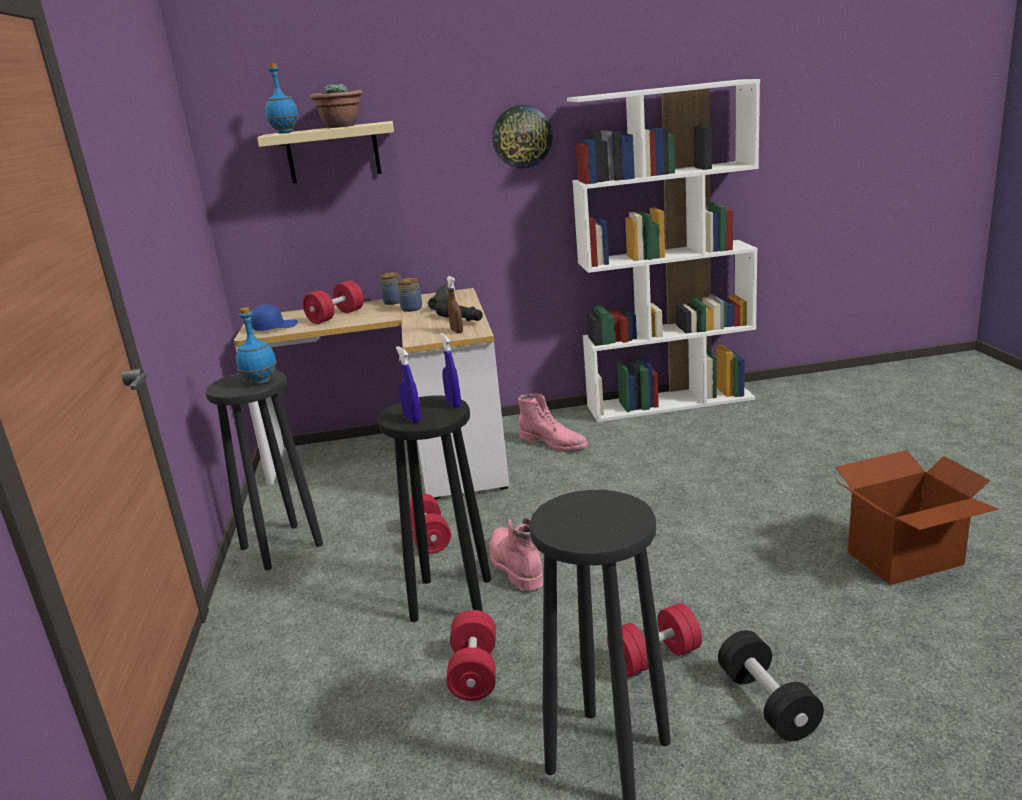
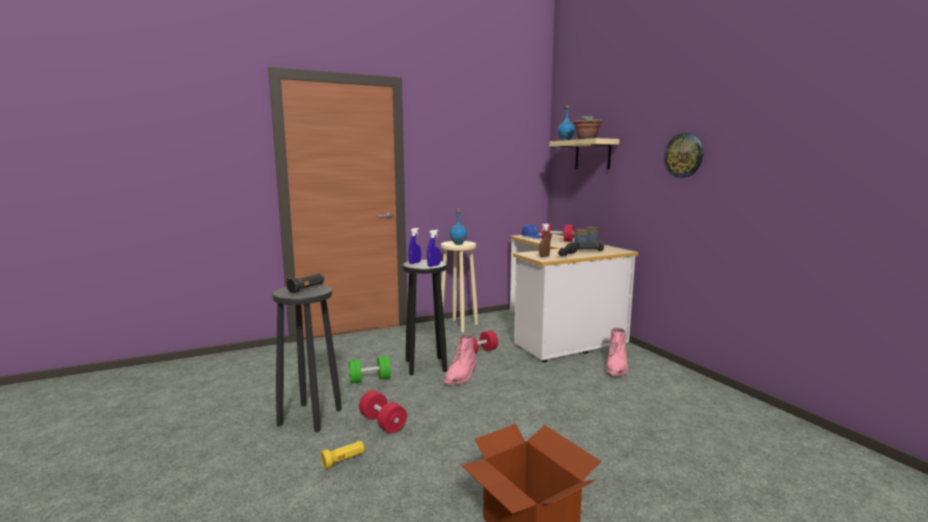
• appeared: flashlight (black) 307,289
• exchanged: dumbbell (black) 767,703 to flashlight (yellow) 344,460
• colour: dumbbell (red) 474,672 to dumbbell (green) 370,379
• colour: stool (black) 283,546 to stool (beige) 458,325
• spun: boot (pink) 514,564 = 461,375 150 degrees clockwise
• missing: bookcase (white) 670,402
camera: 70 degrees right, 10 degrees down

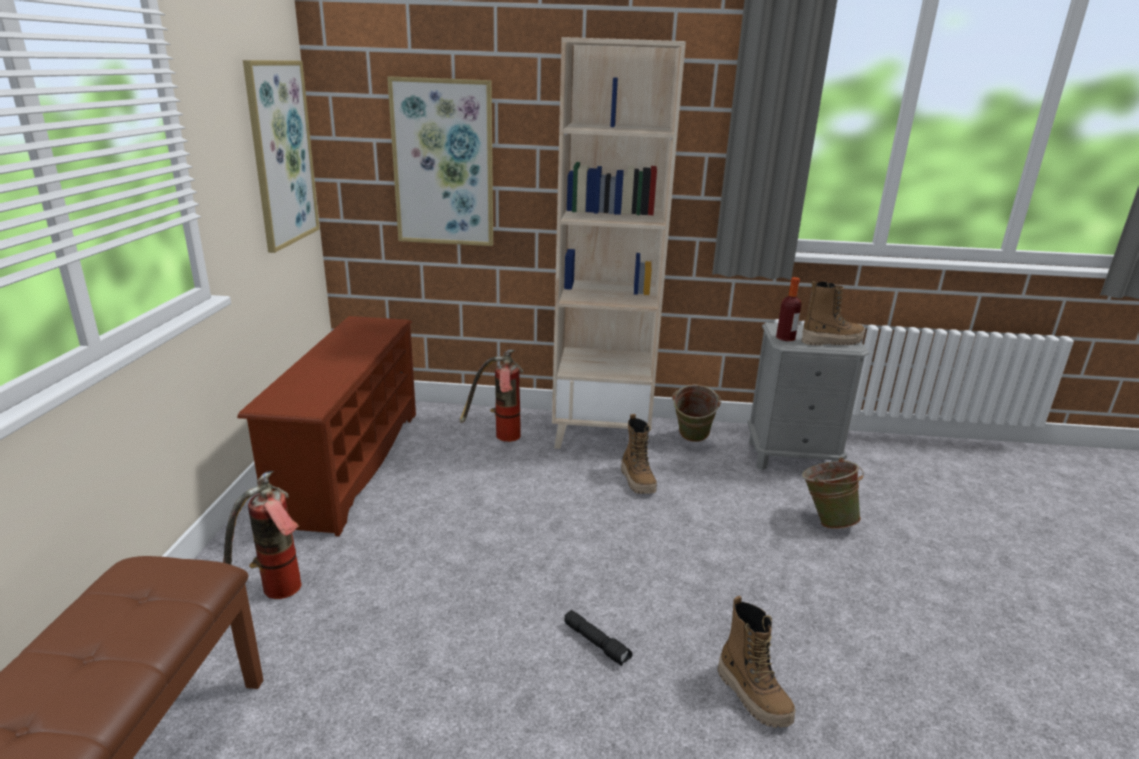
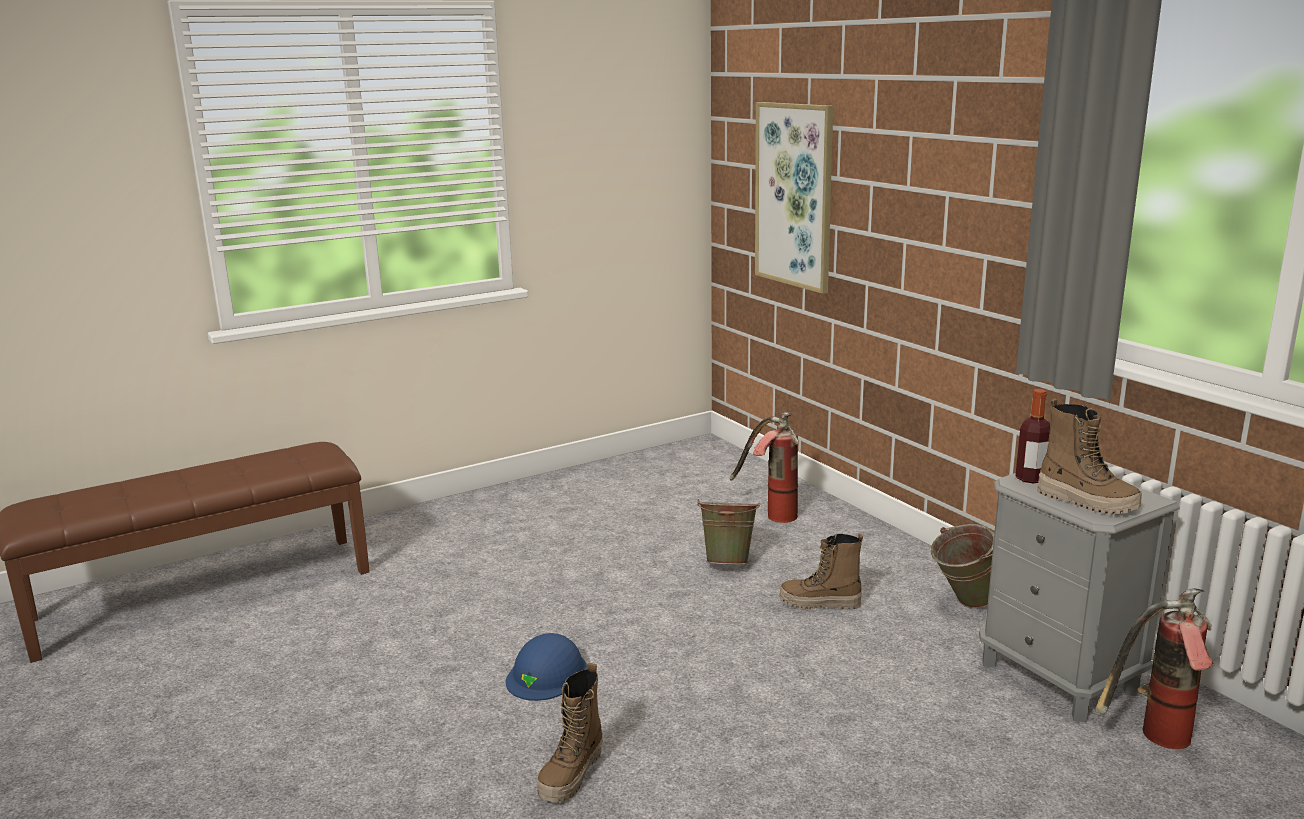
• exchanged: flashlight (black) 597,643 to hard hat (blue) 547,674
• relocated: bucket (green) 825,520 to 728,562
• spun: boot 637,481 = 820,604 60 degrees clockwise
• relocated: fire extinguisher 275,597 to 1154,741
• missing: shoe rack (brown) 349,463
• missing: picture 281,154
• missing: bookcase (beige) 602,433
camera: 55 degrees right, 5 degrees down

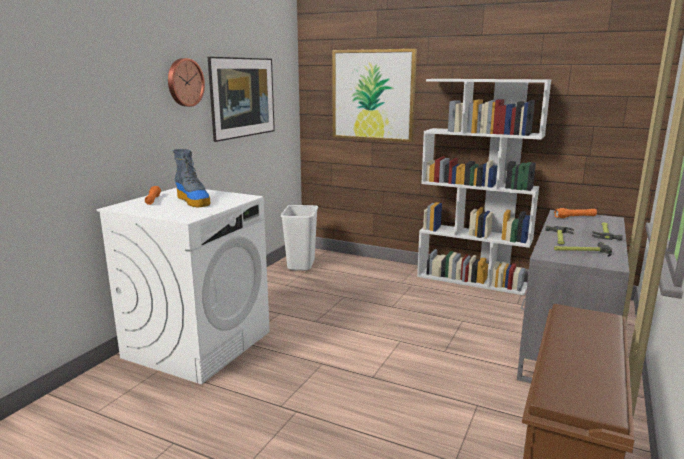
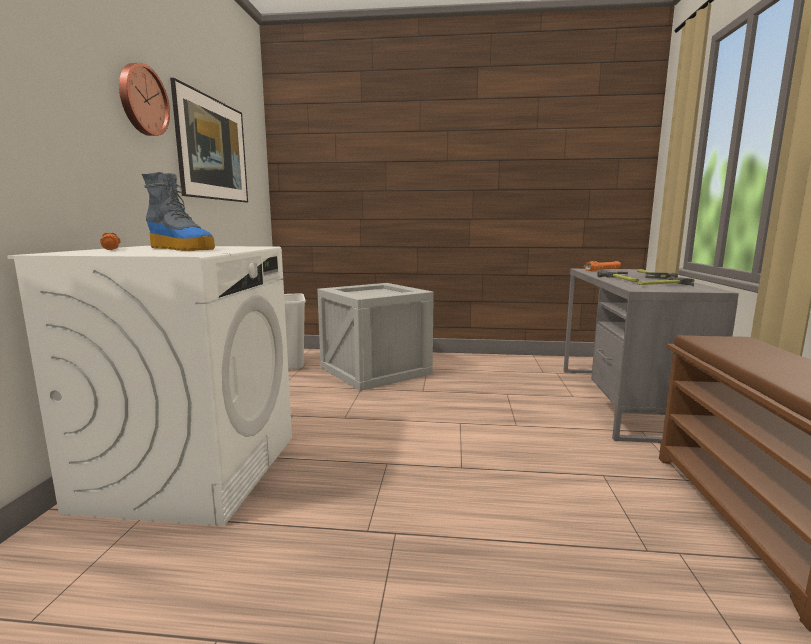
• appeared: crate 373,370
• missing: picture 373,95
• missing: bookcase (white) 472,280
camera: 20 degrees left, 5 degrees down

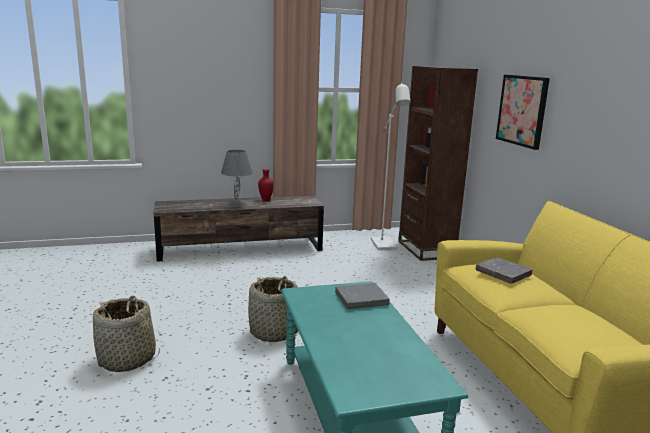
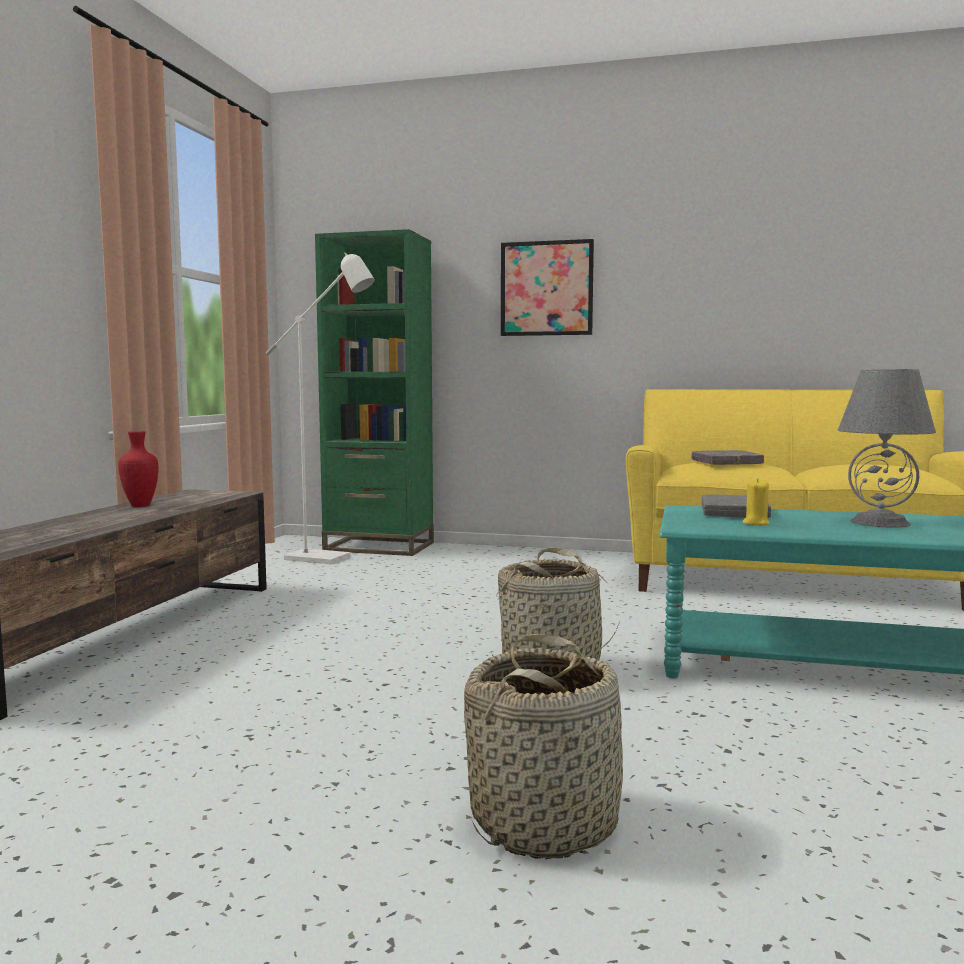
• colour: bookcase (brown) 426,249 to bookcase (green) 379,546
• appeared: candle (yellow) 755,523
• relocated: table lamp (grey) 237,204 to 880,522
camera: 60 degrees left, 10 degrees down

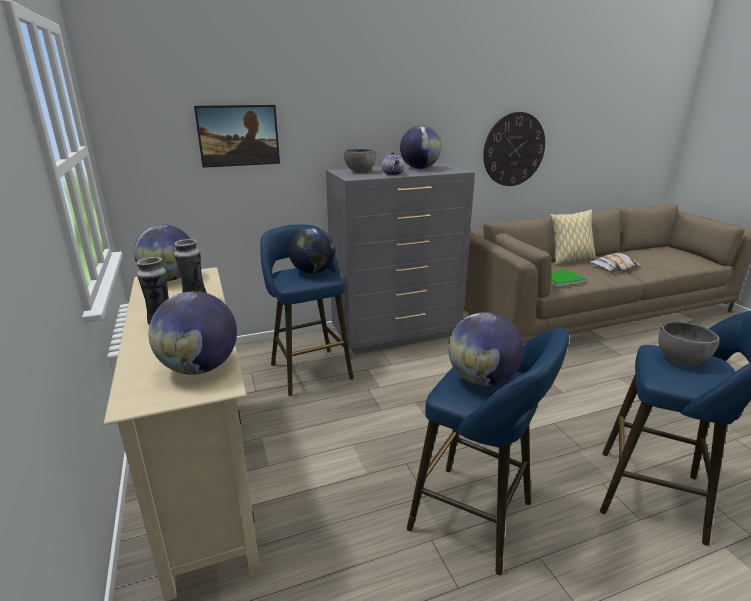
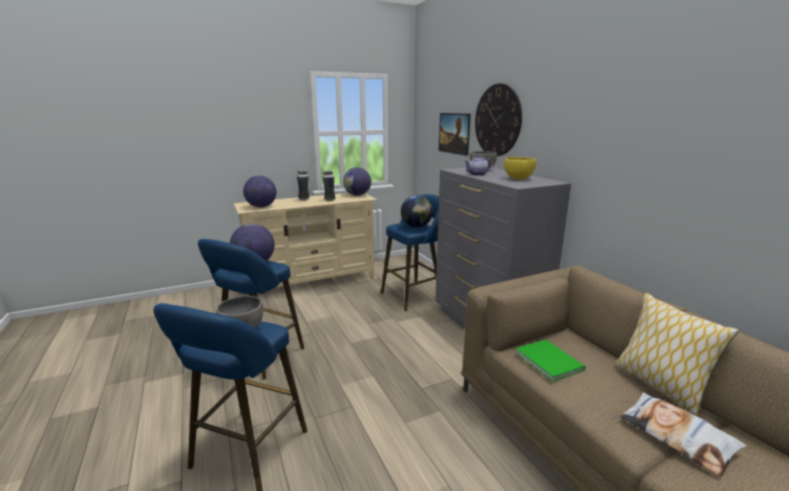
• relocated: wall clock 514,149 to 497,120
• exchanged: globe 420,168 to bowl (yellow) 519,178
camera: 85 degrees right, 5 degrees down

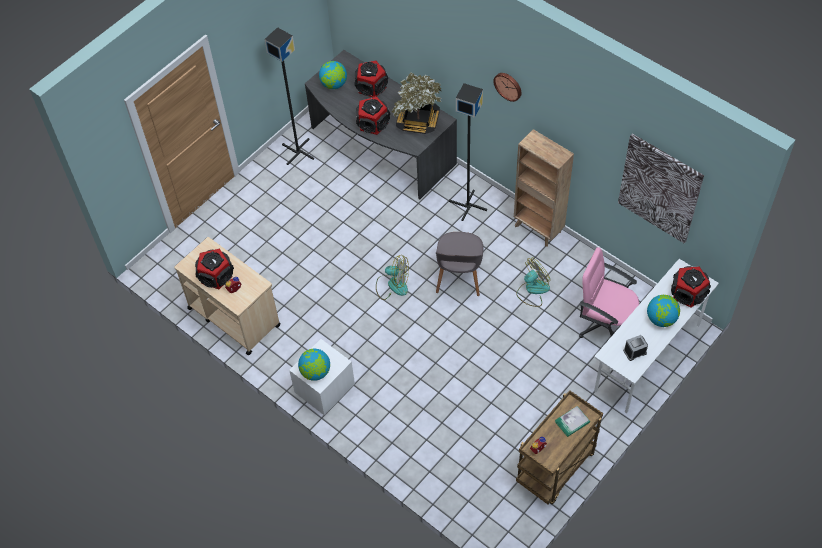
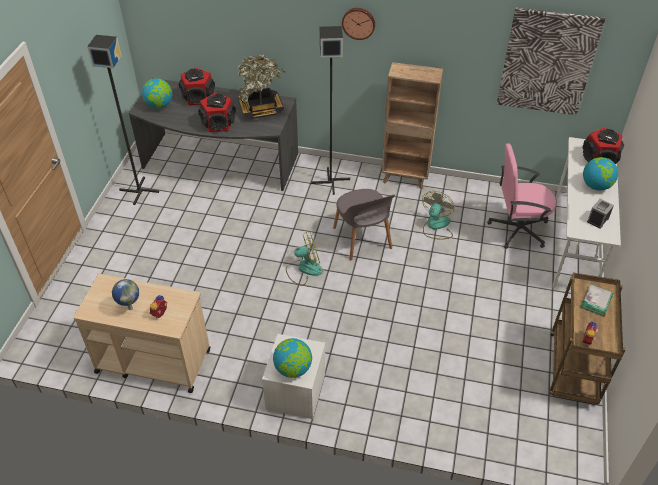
• exchanged: speaker 216,276 to globe 130,308
camera: 30 degrees left, 10 degrees down

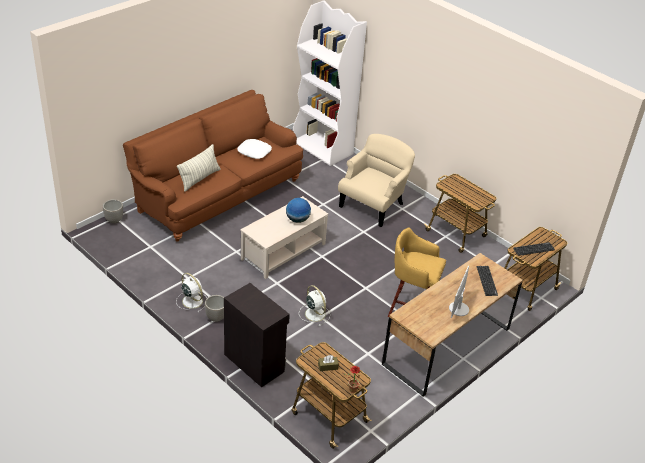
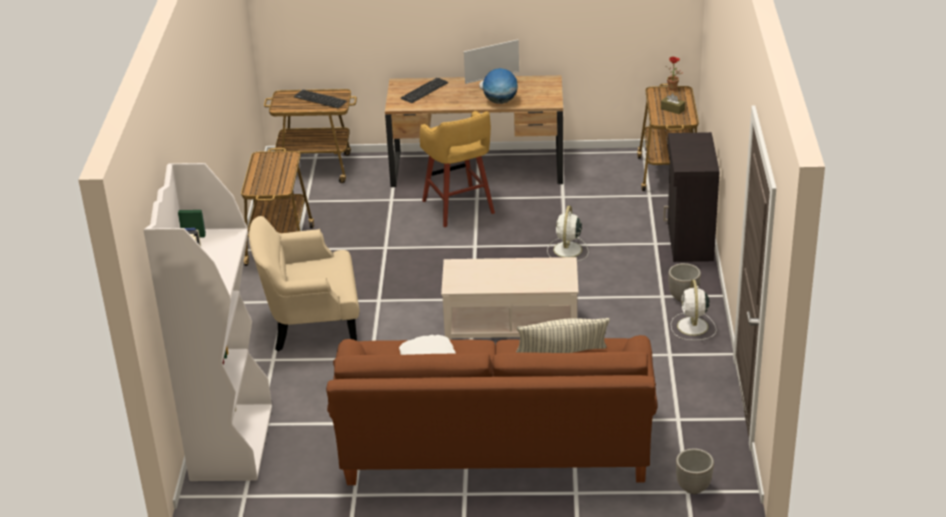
• relocated: globe 297,220 to 500,101
camera: 130 degrees left, 5 degrees down

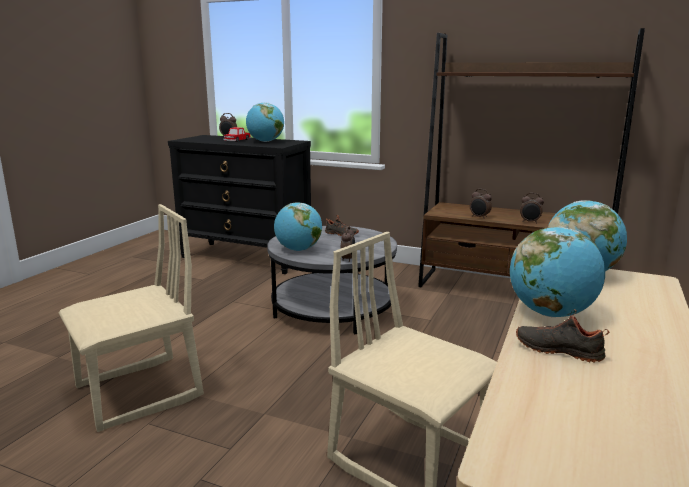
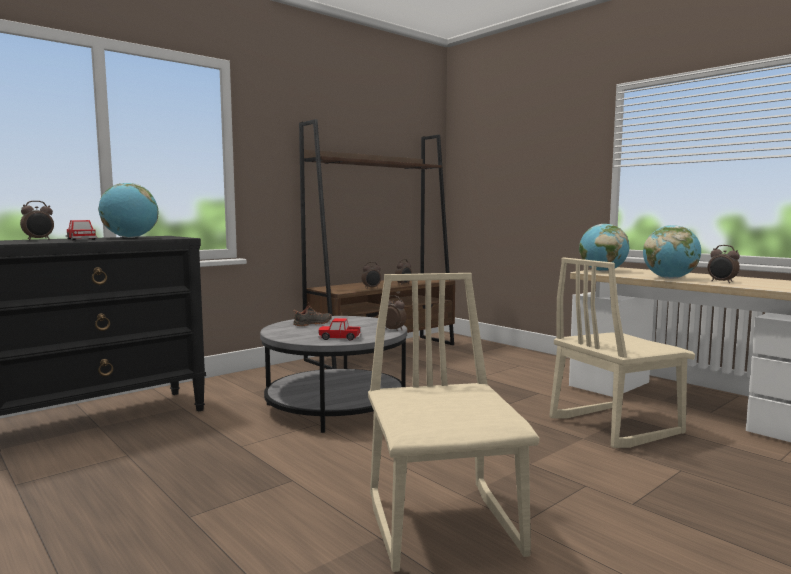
• exchanged: globe 298,250 to toy car 339,338
• exchanged: shoe (black) 558,349 to alarm clock 722,282
camera: 65 degrees left, 10 degrees down

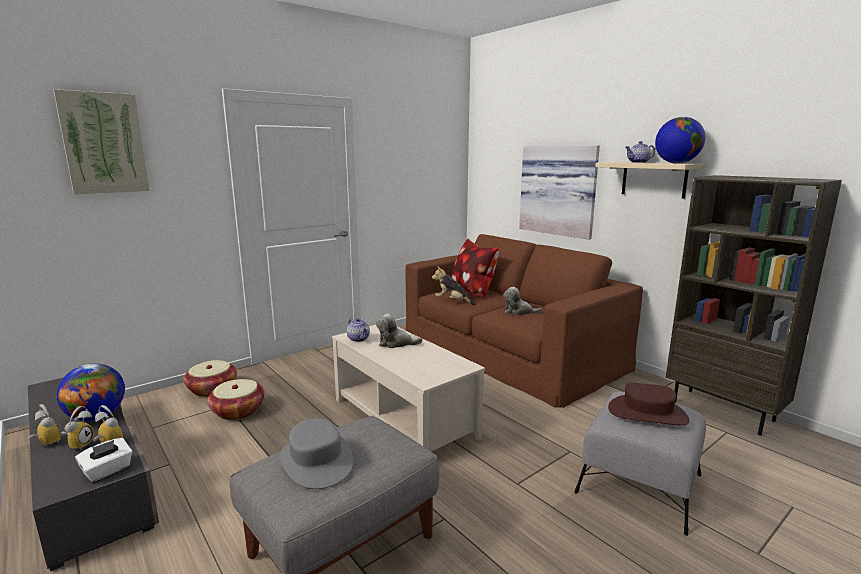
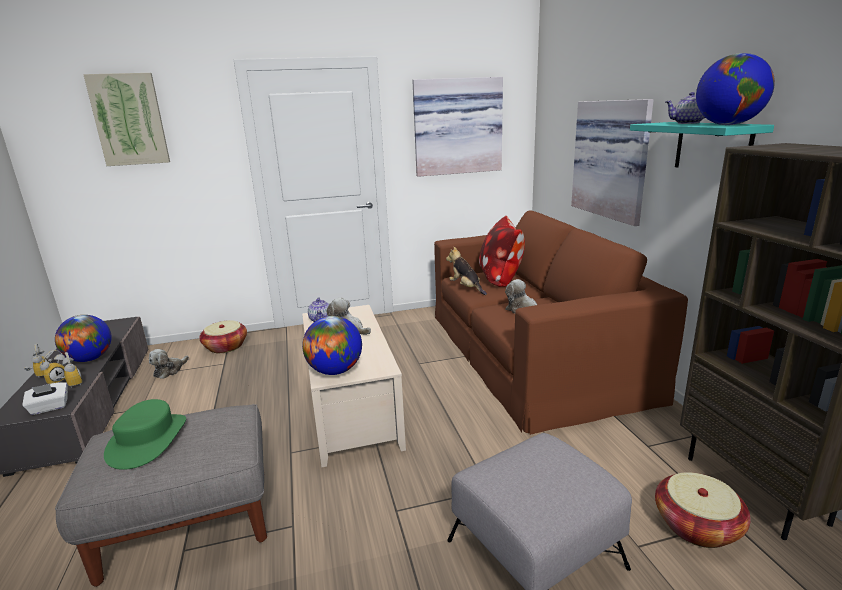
• colour: hat (grey) 316,461 to hat (green) 148,440
• appeared: plush toy 169,370
• appeared: globe 335,371
• appeared: picture 457,127
• colour: shelf (beige) 653,179 to shelf (turquoise) 712,147
• relocated: basket 238,411 to 697,526
• missing: hat (brown) 647,413
camera: 25 degrees right, 5 degrees up

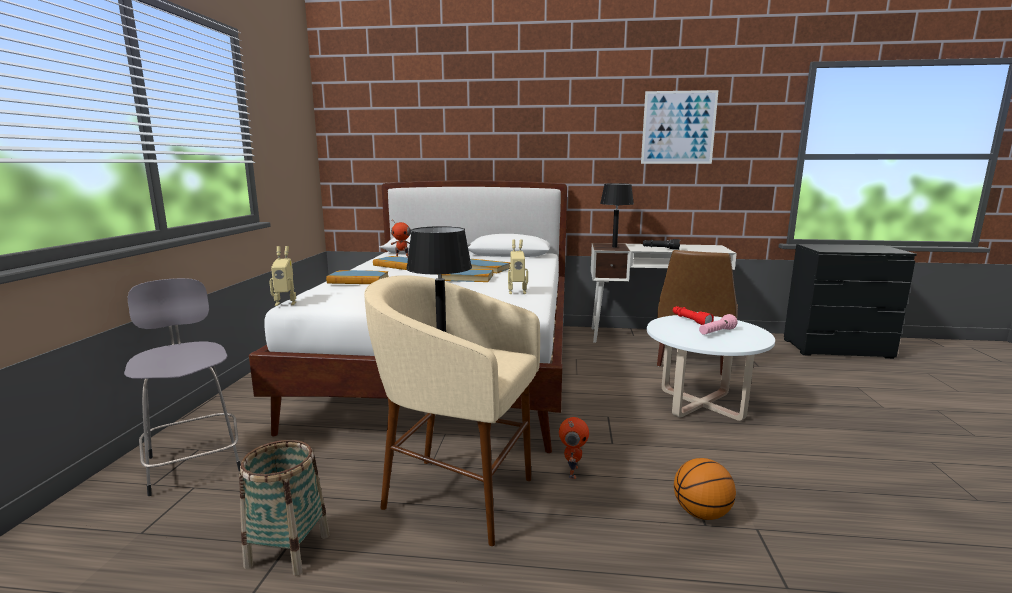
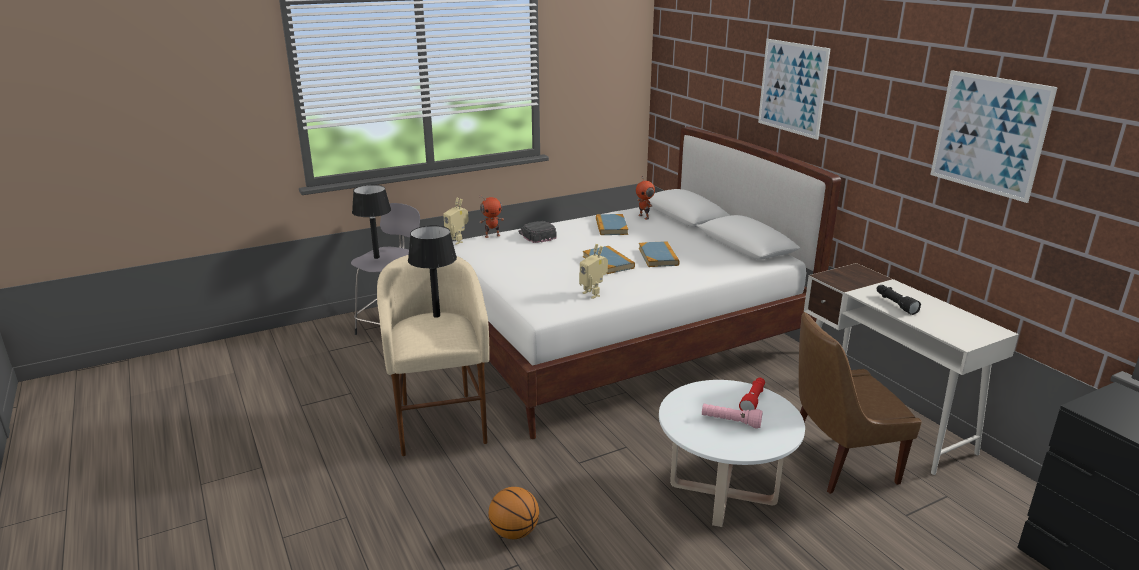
• relocated: table lamp (black) 614,247 to 377,257
• relocated: toy robot 572,472 to 492,235
• exchanged: book 358,280 to cap (black) 536,235
• appeared: picture 792,87
• missing: basket 288,550
camera: 55 degrees right, 10 degrees up

